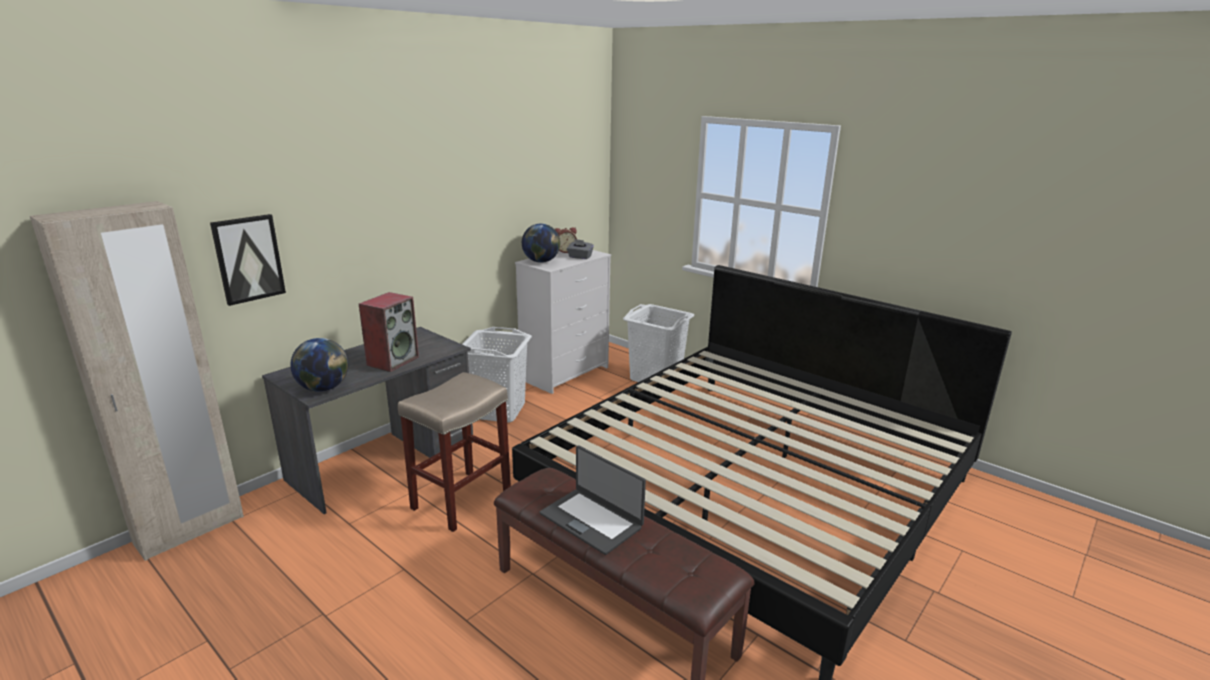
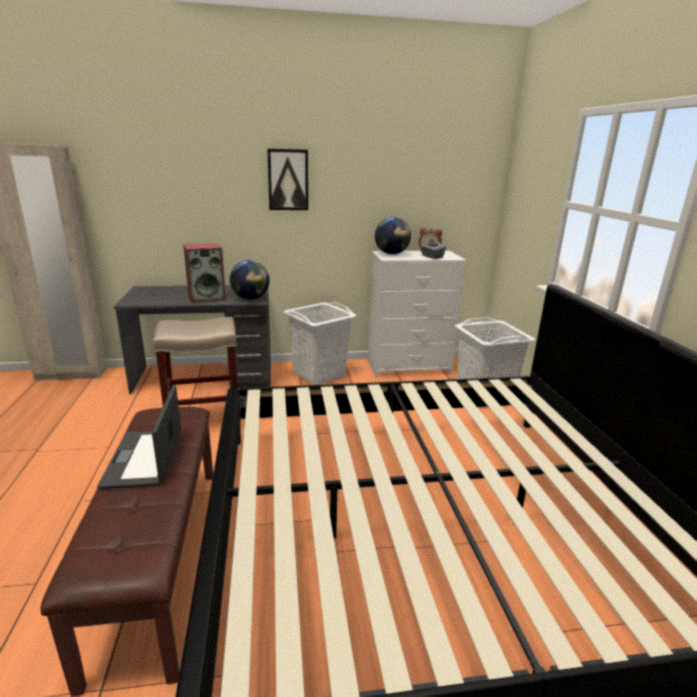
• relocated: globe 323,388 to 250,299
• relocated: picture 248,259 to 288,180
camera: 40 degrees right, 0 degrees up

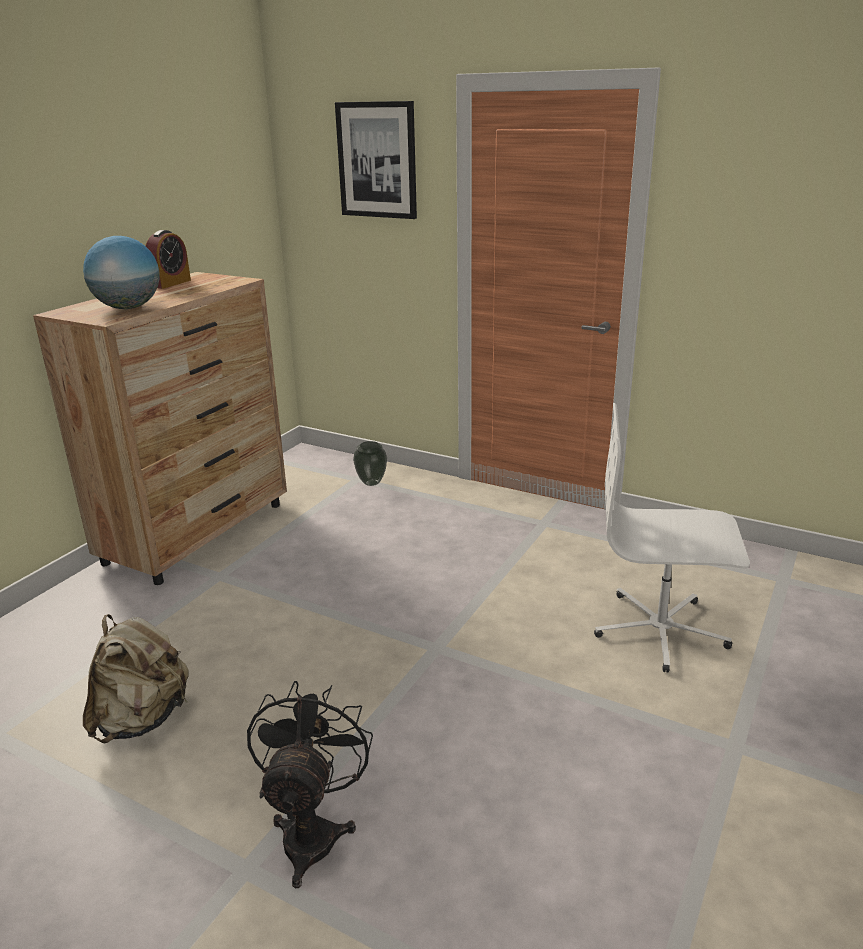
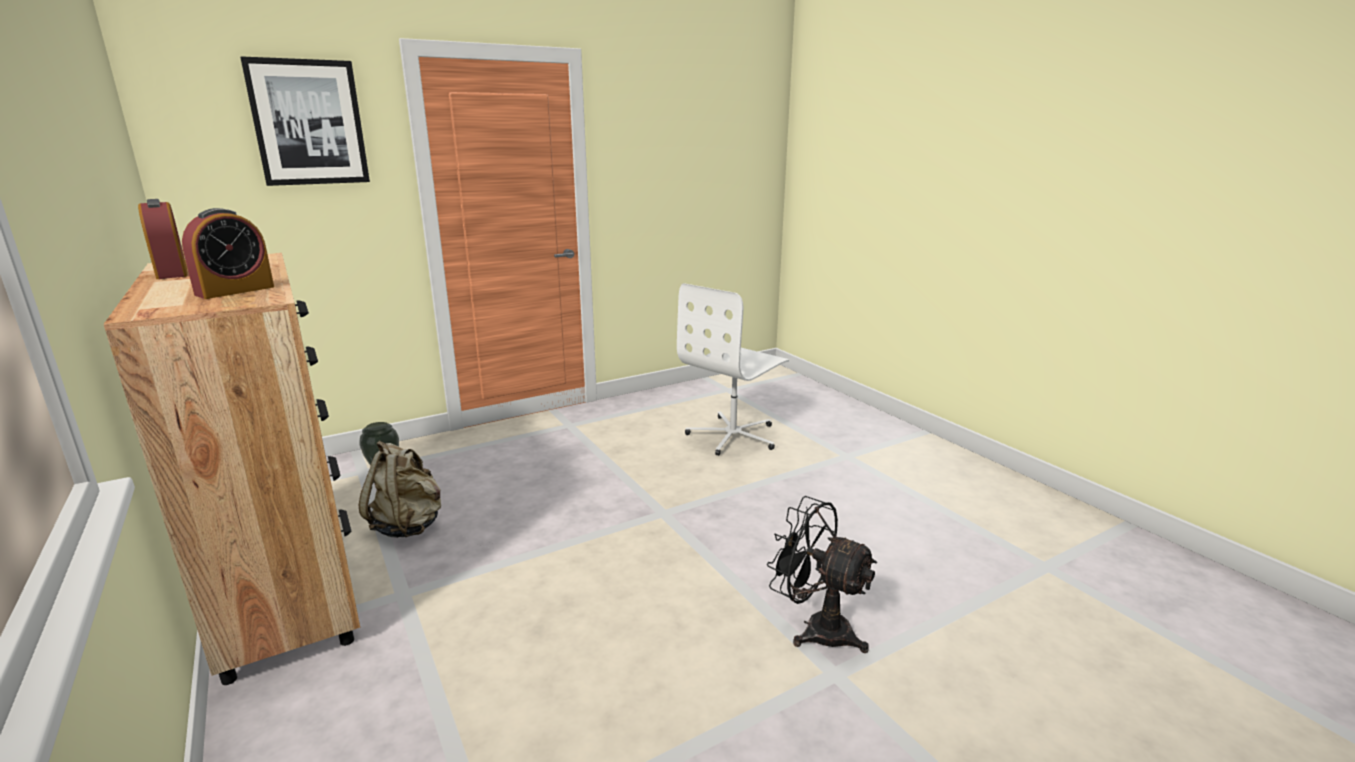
• exchanged: globe 128,308 to alarm clock 235,291
• relocated: backpack (beige) 142,719 to 408,526
camera: 60 degrees left, 5 degrees down

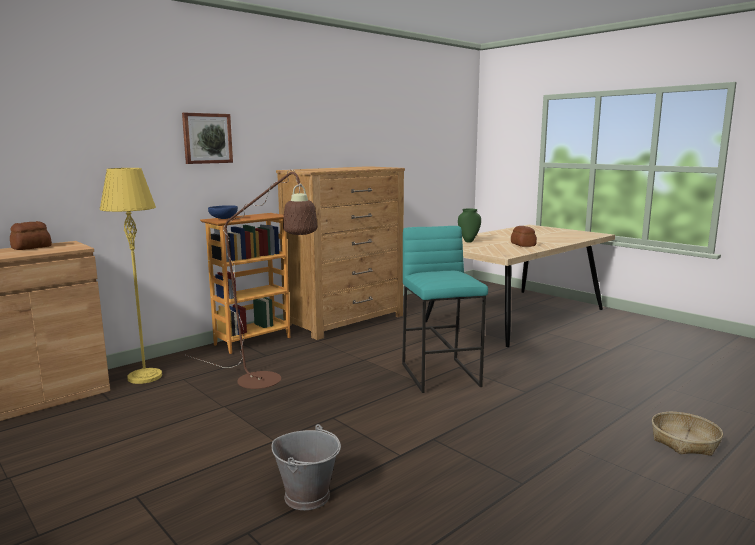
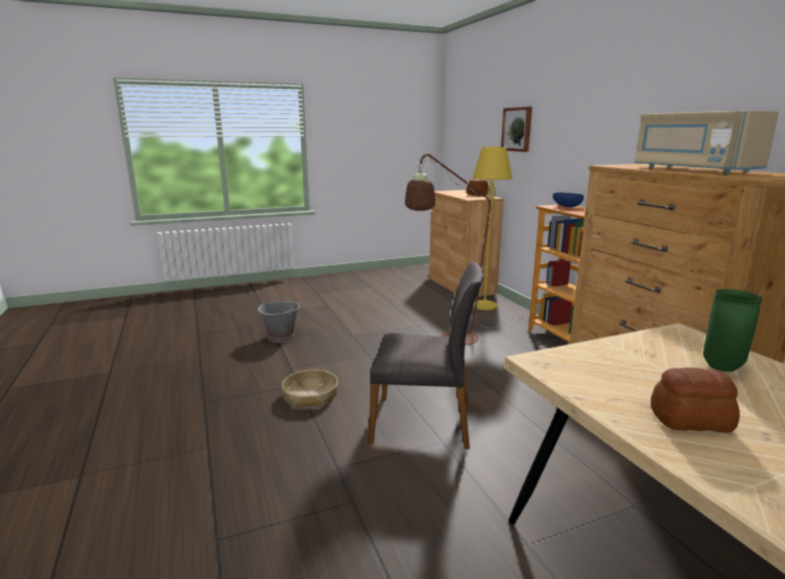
• relocated: basket 685,442 to 310,395
• exchanged: stool (turquoise) 441,375 to chair (grey) 423,422
• relocated: picture 207,138 to 517,129
• appeared: microwave (beige) 692,170
camera: 110 degrees right, 5 degrees up

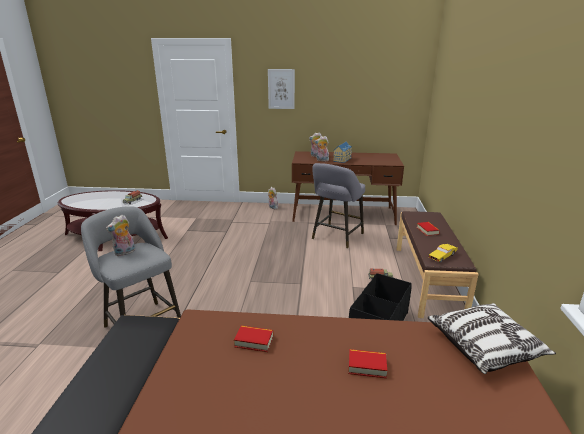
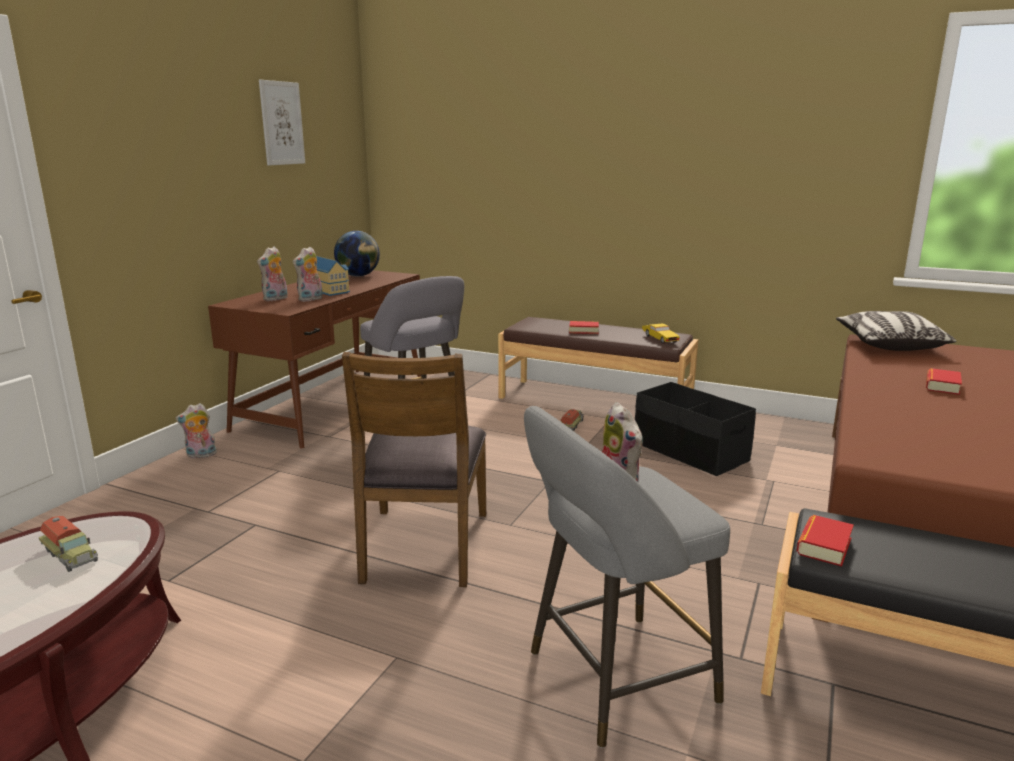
• relocated: picture 281,89 to 282,123
• appeared: globe 358,276
• appeared: chair (brown) 423,546
• relocated: book 254,341 to 824,546
camera: 70 degrees left, 5 degrees down

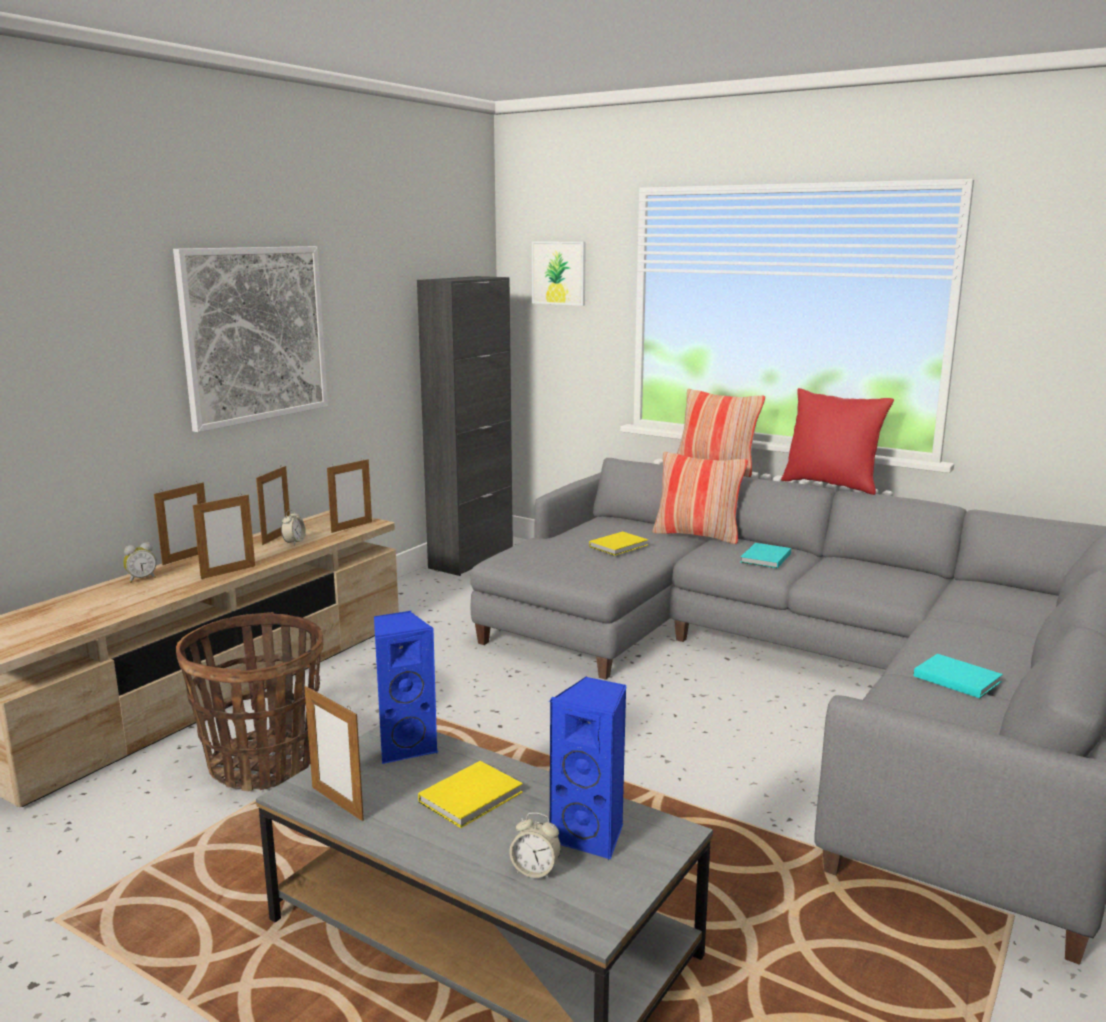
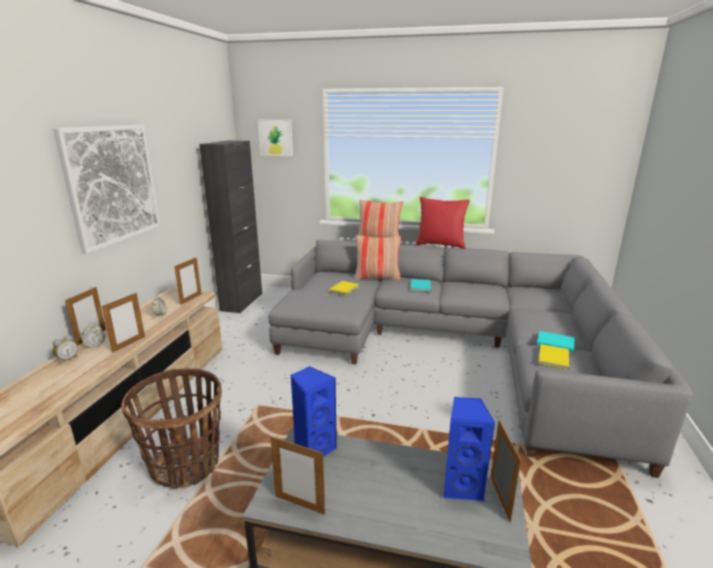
• relocated: alarm clock 535,870 to 95,346
• relocated: picture frame 276,537 to 499,498
• relocated: book (yellow) 473,797 to 554,358
camera: 20 degrees left, 5 degrees up

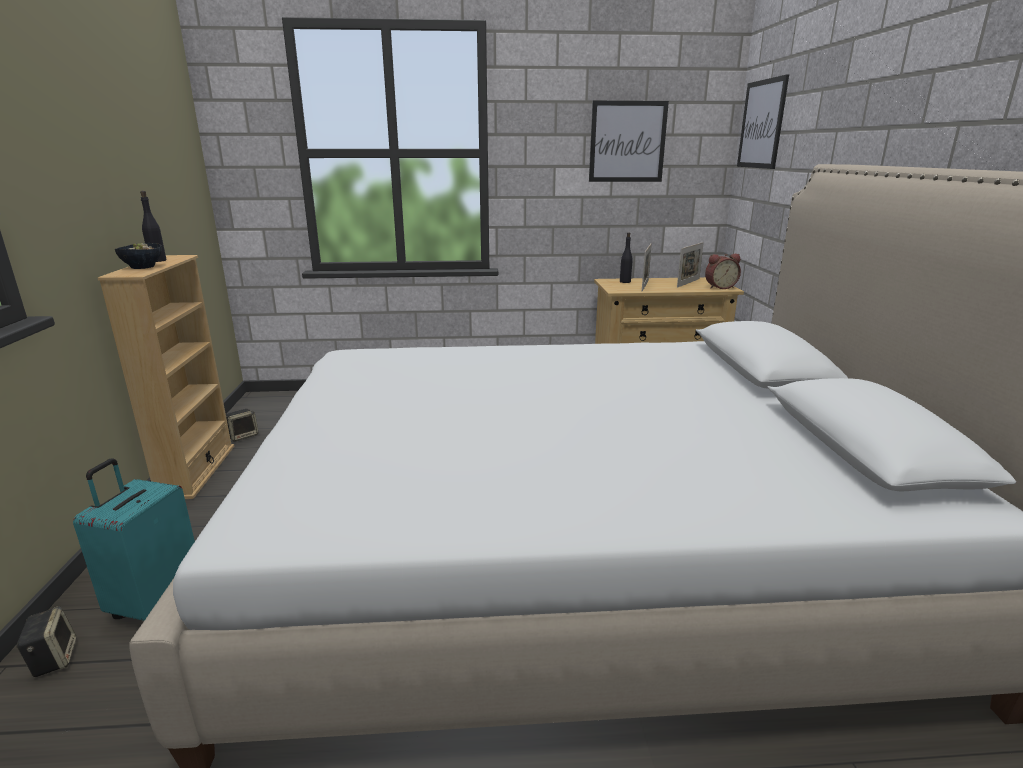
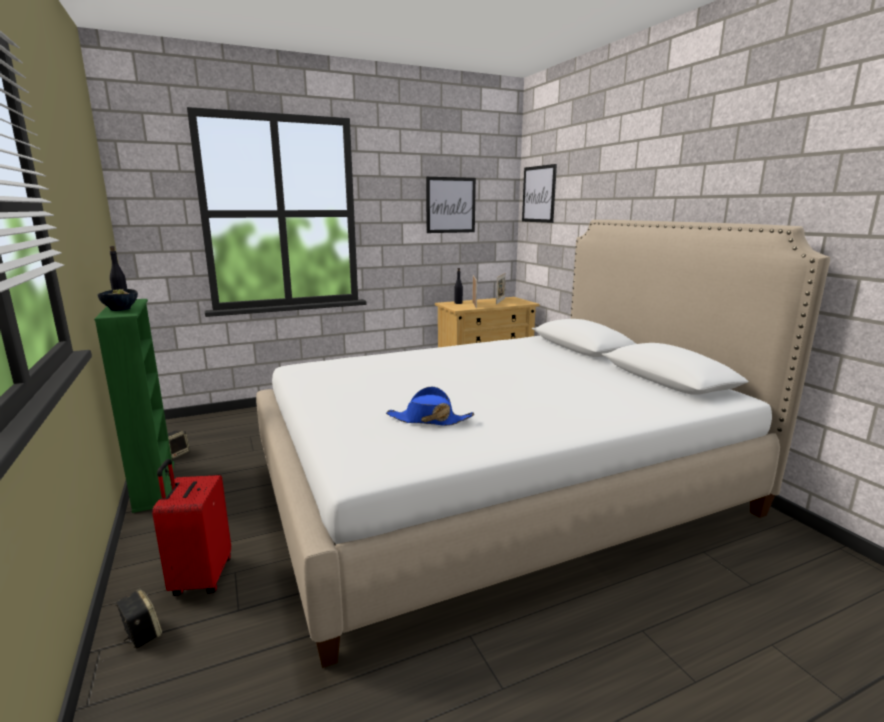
• colour: bookcase (beige) 197,471 to bookcase (green) 154,486
• colour: suitcase (turquoise) 156,602 to suitcase (red) 200,578
• appeared: hat (blue) 429,420
• missing: alarm clock 719,287
camera: 20 degrees left, 5 degrees down

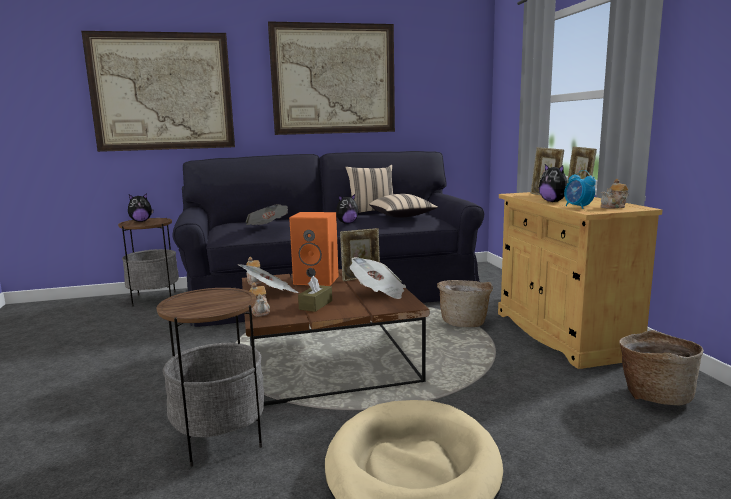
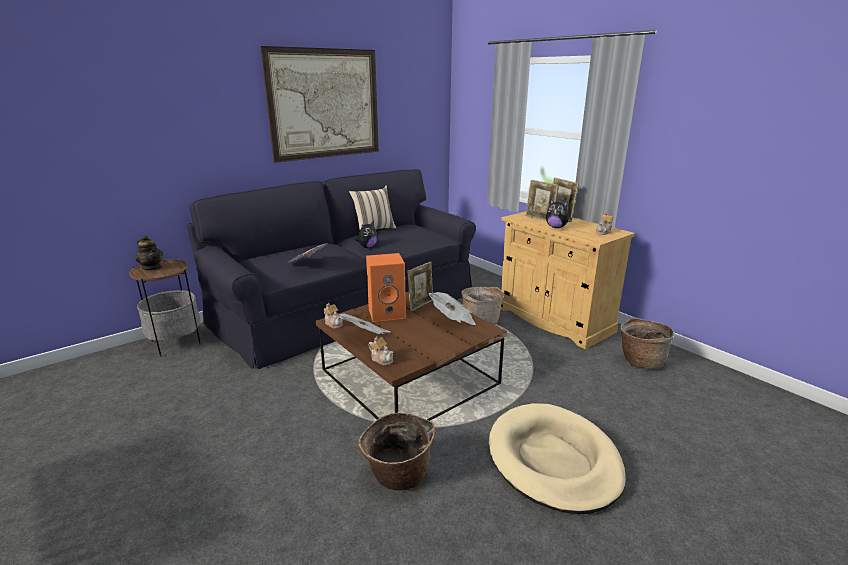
• exchanged: plush toy 141,221 to teapot 152,267
• exchanged: side table 220,439 to basket 397,476
• missing: picture 162,92
• missing: tissue box (brown) 315,305
• missing: pillow (beige) 402,217
• missing: alarm clock 578,207
camera: 25 degrees left, 10 degrees up

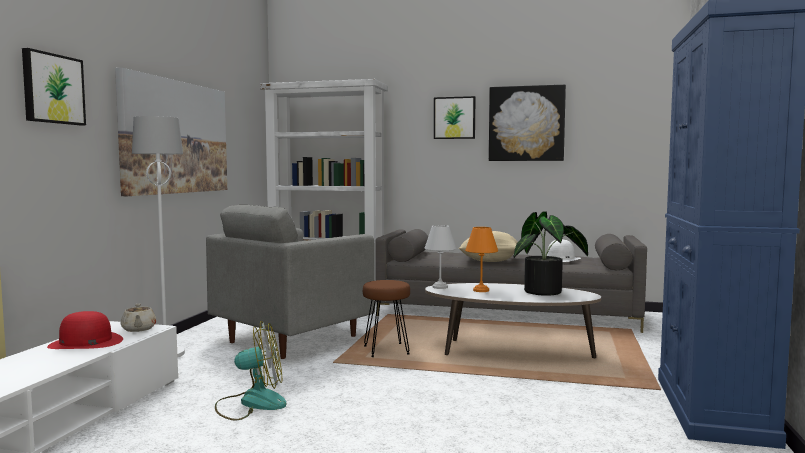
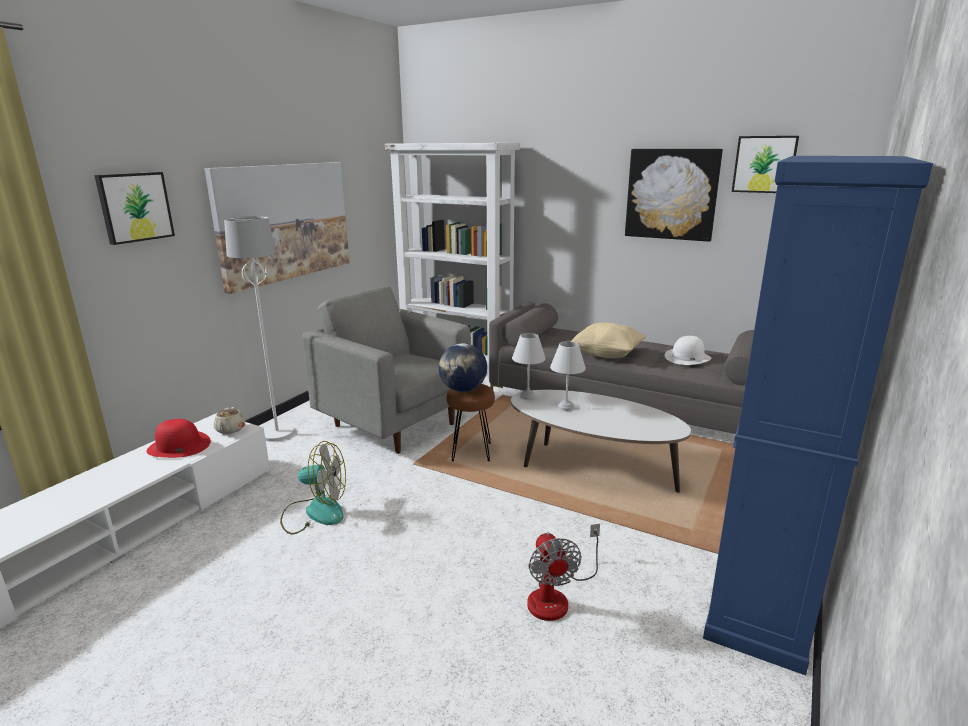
• spun: armchair (grey) 292,339 = 394,424 75 degrees clockwise
• appeared: globe 463,390
• appeared: fan 556,596
• colour: table lamp (orange) 482,290 to table lamp (white) 566,407
• relocated: picture 454,118 to 764,164
• missing: potted plant 547,292
camera: 15 degrees right, 15 degrees up

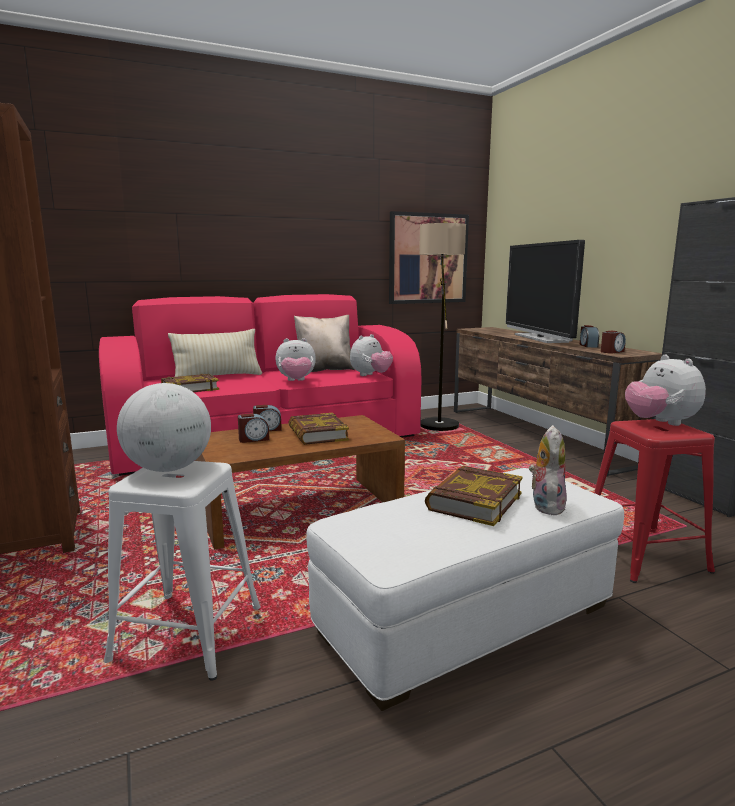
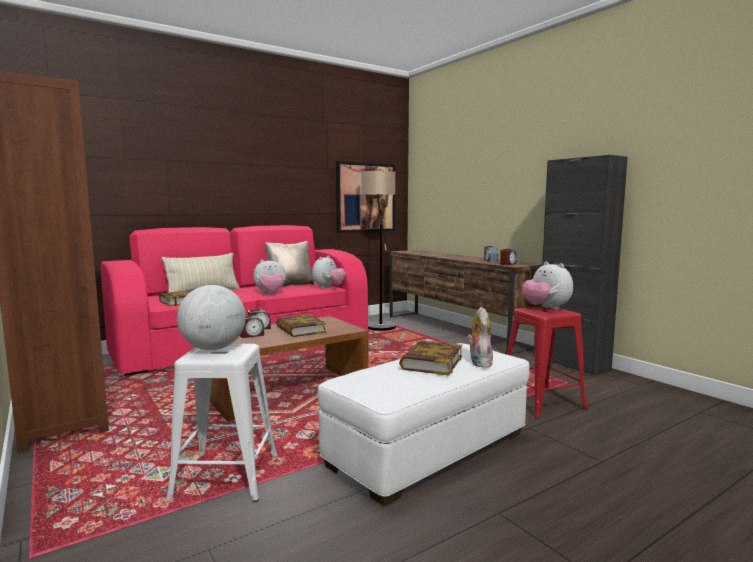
• missing: television 539,338
camera: 10 degrees left, 5 degrees down

